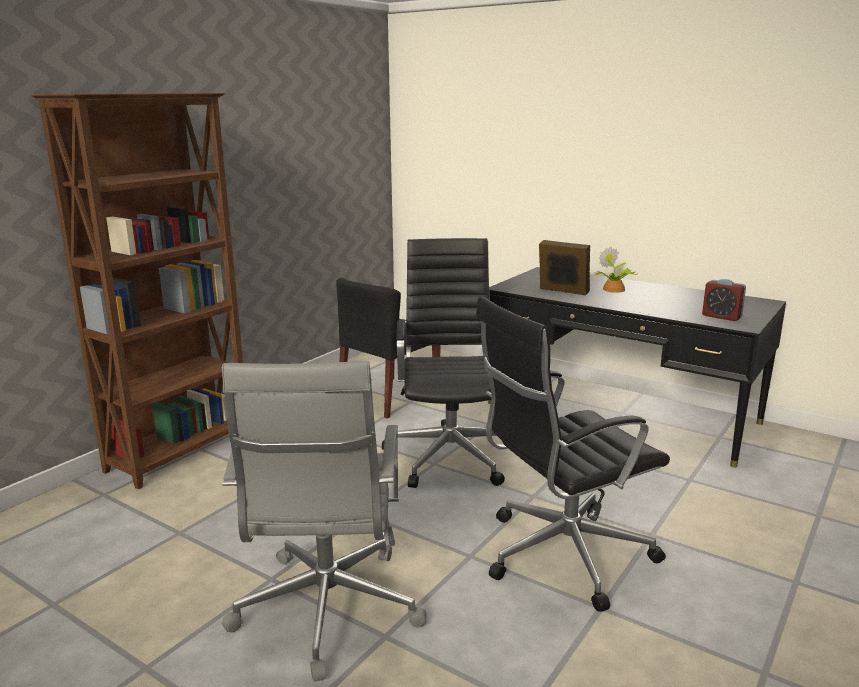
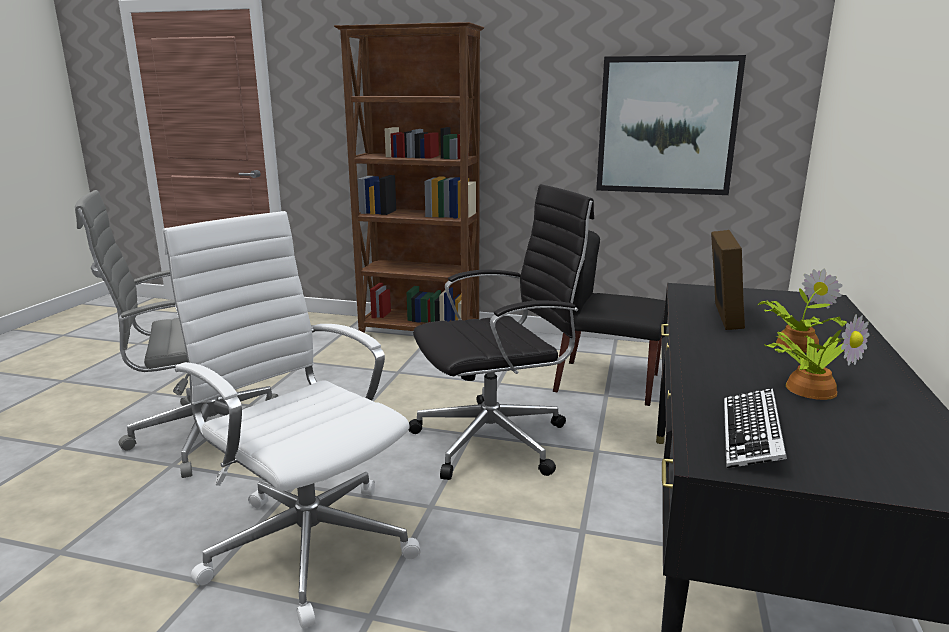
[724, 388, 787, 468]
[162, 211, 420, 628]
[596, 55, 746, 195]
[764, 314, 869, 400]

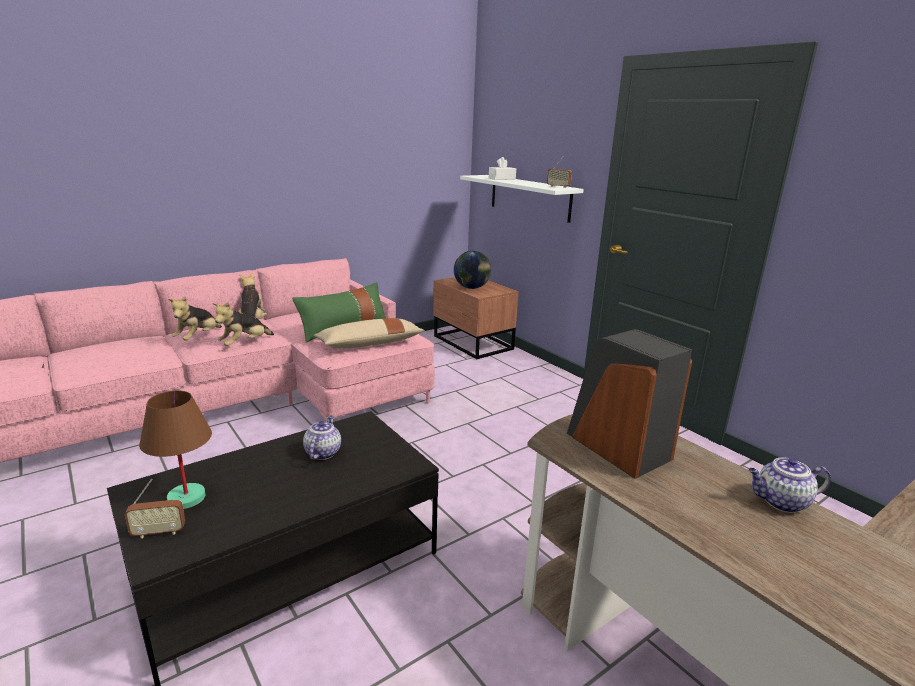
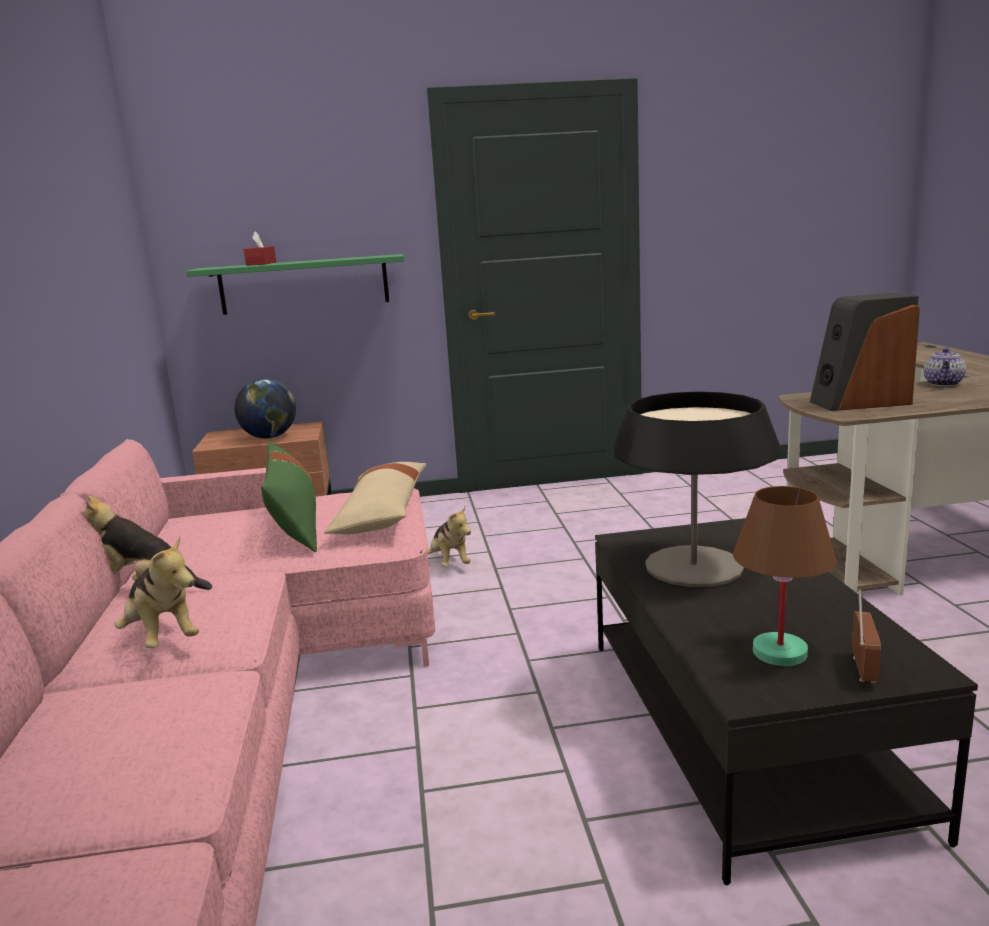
[244, 231, 276, 266]
[547, 157, 572, 188] (first image)
[186, 254, 404, 315]
[427, 506, 471, 567]
[613, 391, 781, 587]

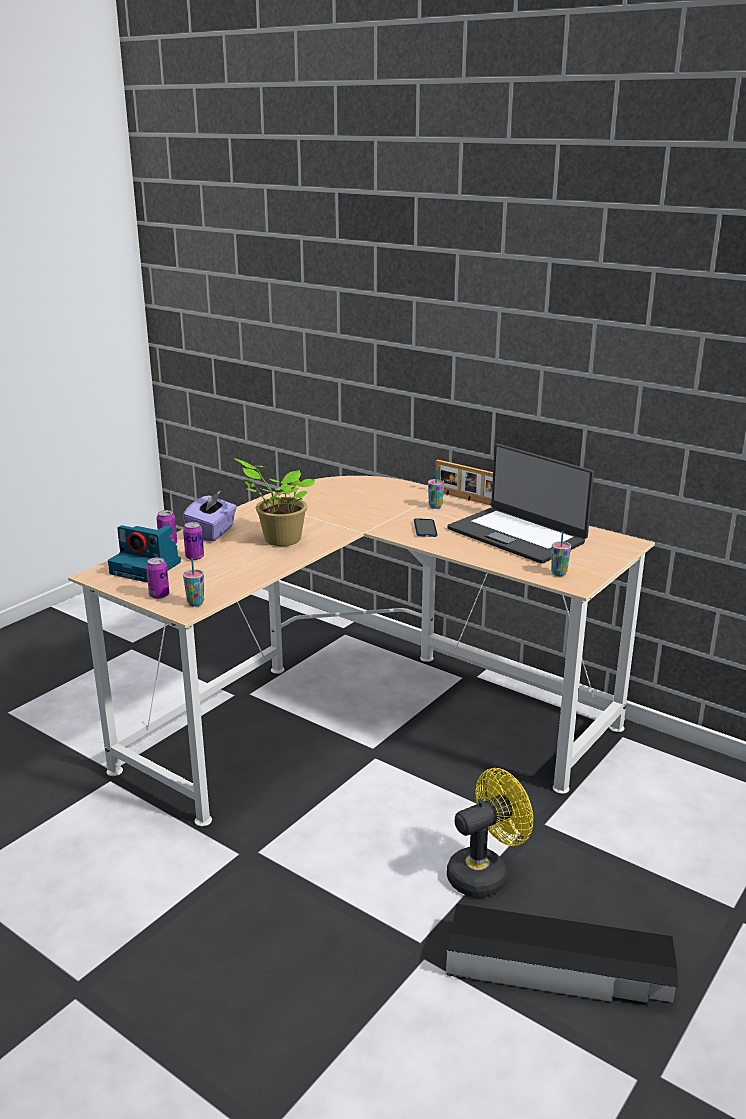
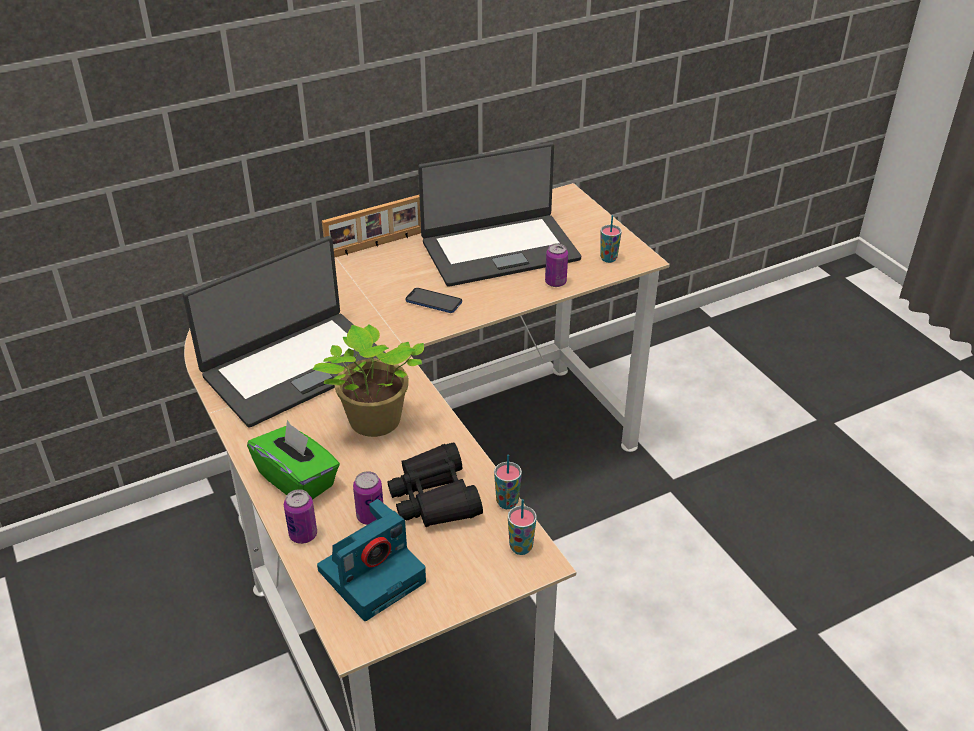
[494, 454, 522, 509]
[247, 420, 340, 500]
[545, 243, 568, 287]
[447, 768, 533, 897] (first image)
[446, 904, 678, 1003] (first image)
[183, 236, 386, 428]
[387, 442, 483, 527]

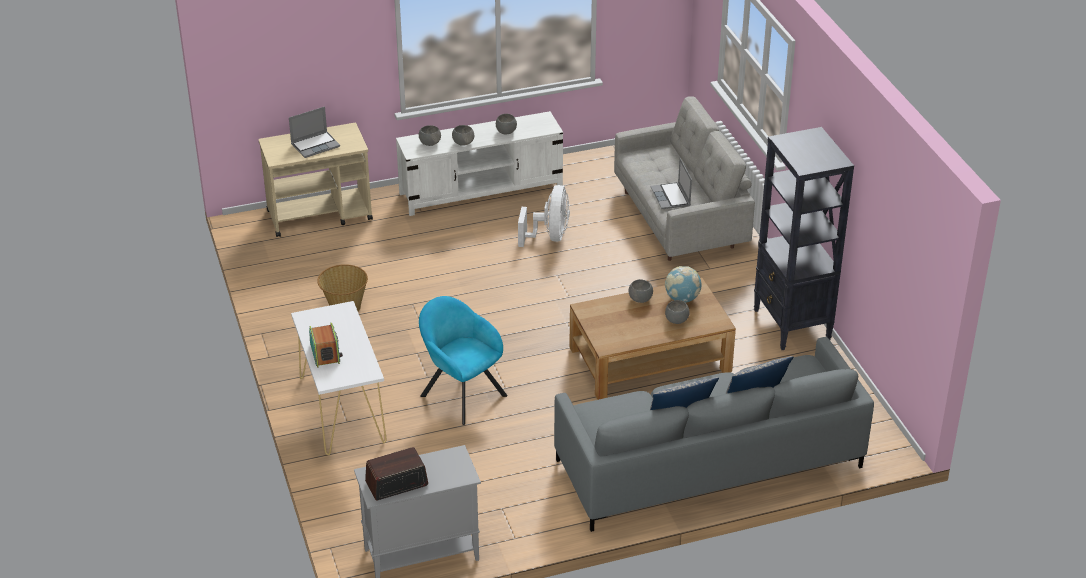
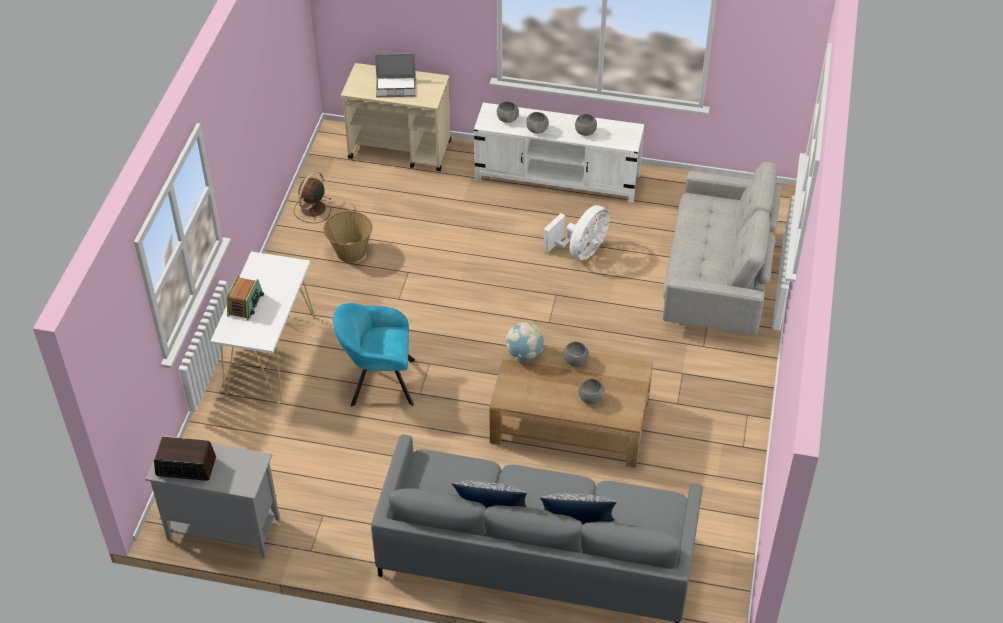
[754, 127, 854, 350] (first image)
[650, 158, 692, 209] (first image)
[506, 322, 544, 360]
[333, 303, 415, 406]
[294, 171, 331, 223]

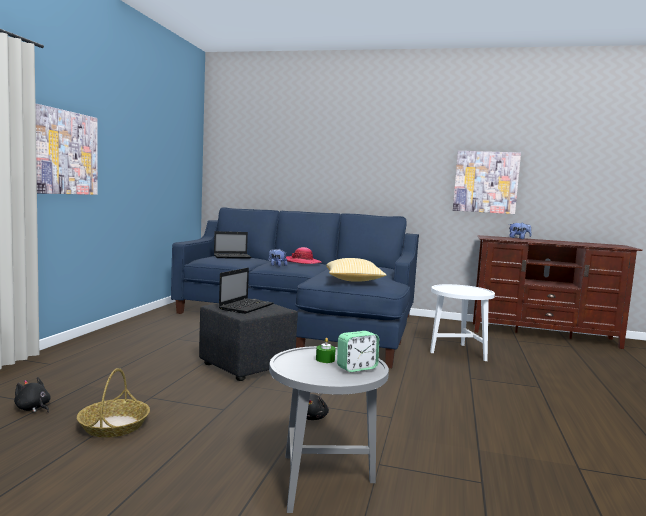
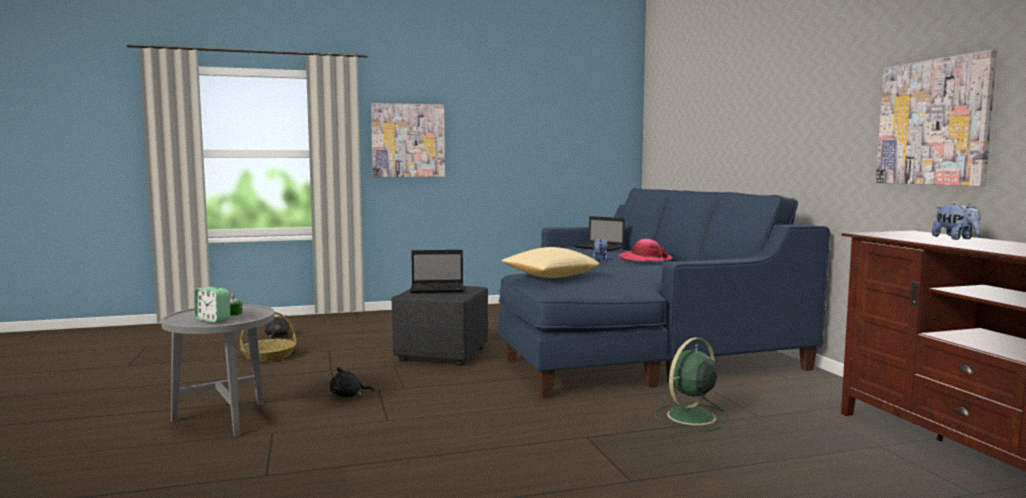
[655, 337, 725, 431]

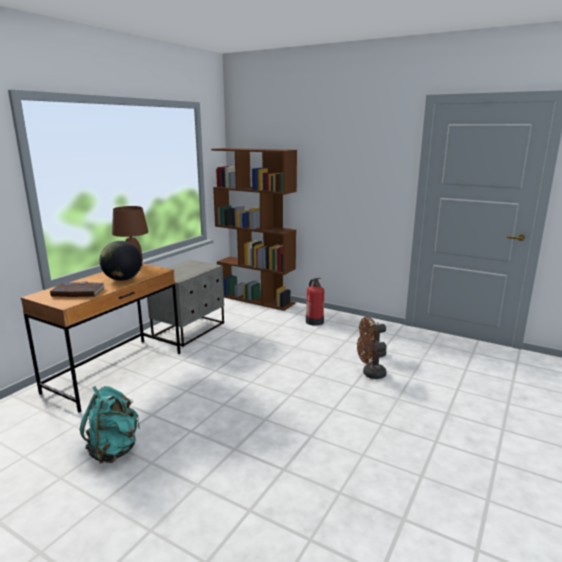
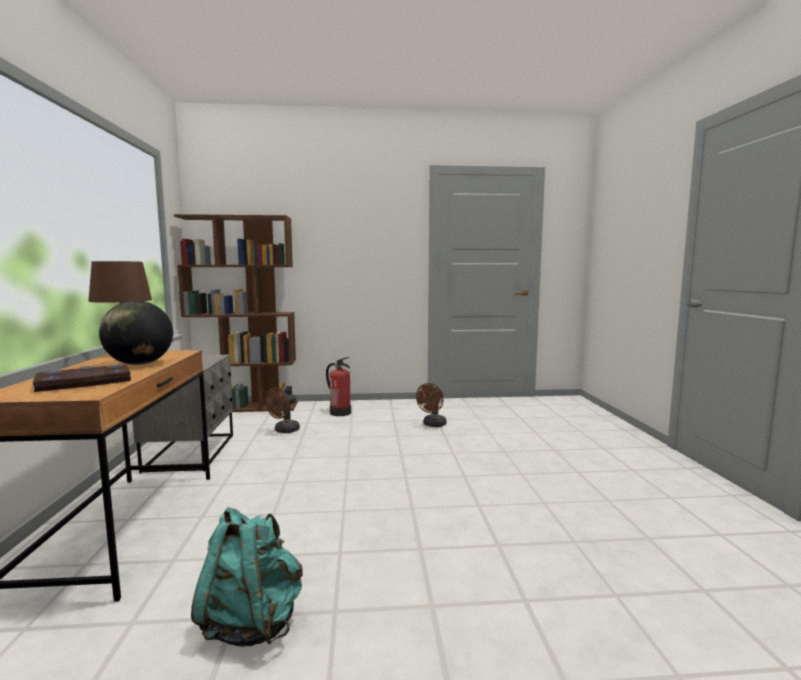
[265, 387, 300, 433]

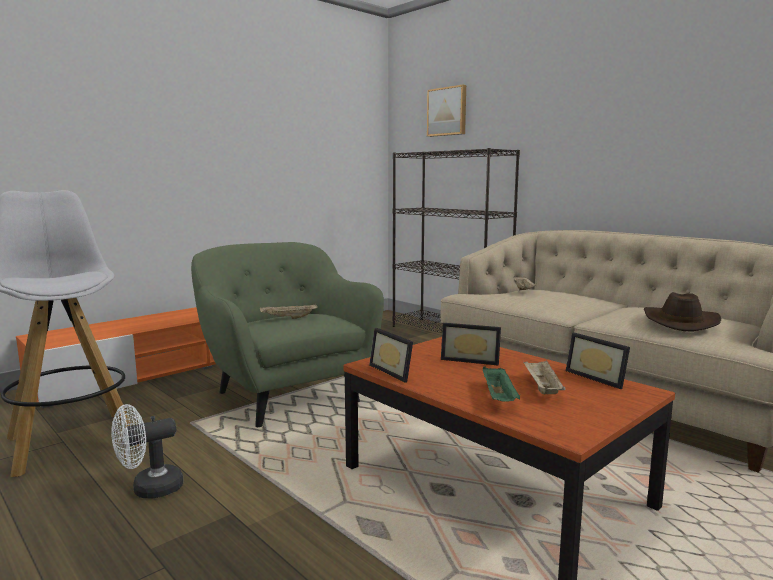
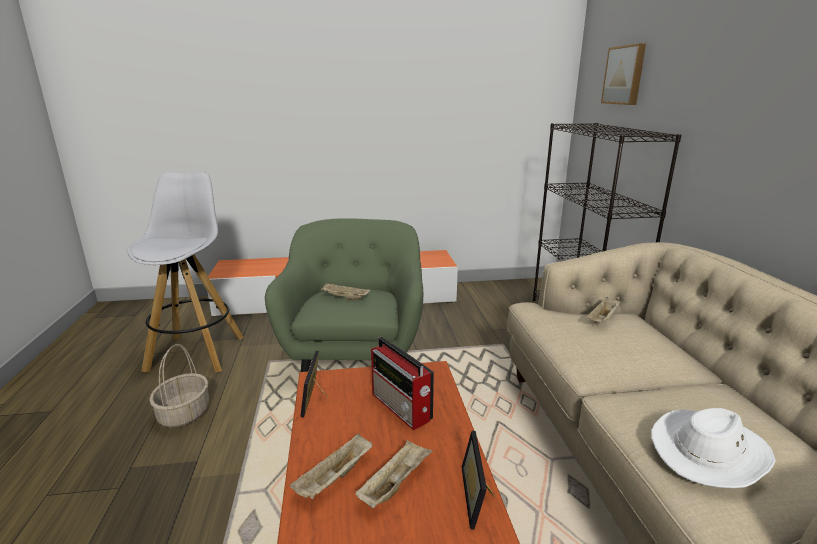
[651, 408, 776, 488]
[371, 337, 434, 430]
[290, 434, 373, 499]
[149, 344, 209, 428]

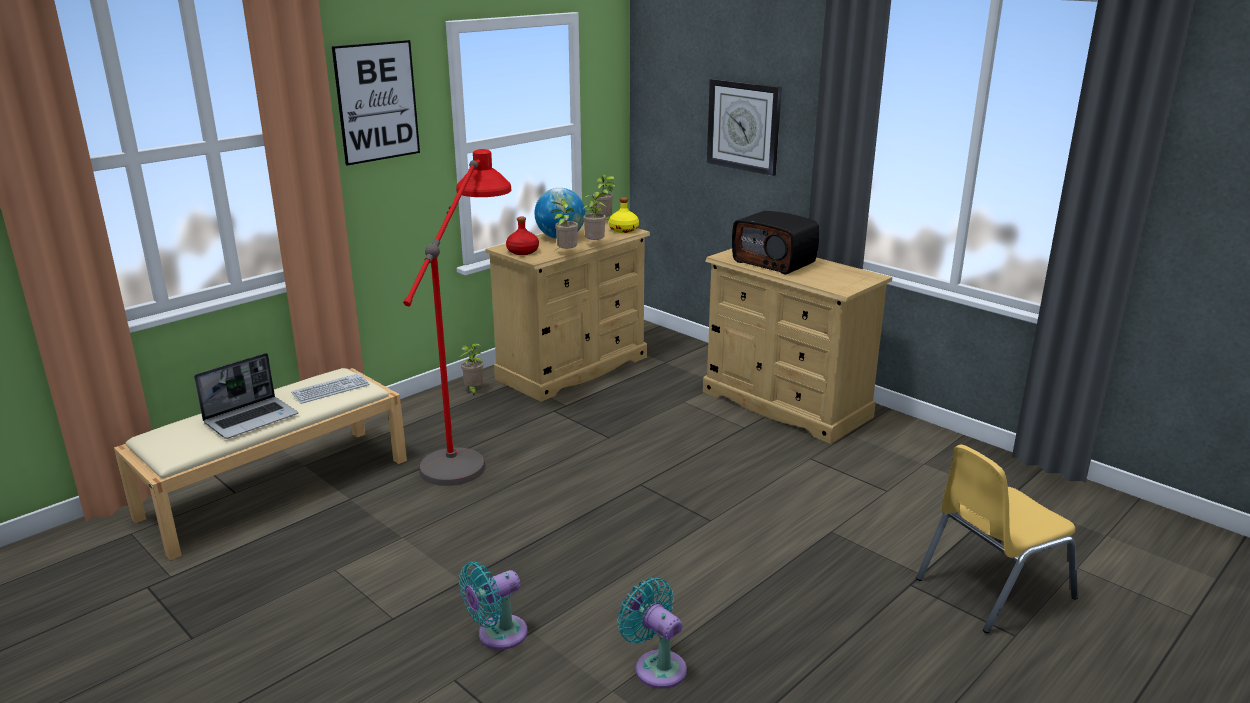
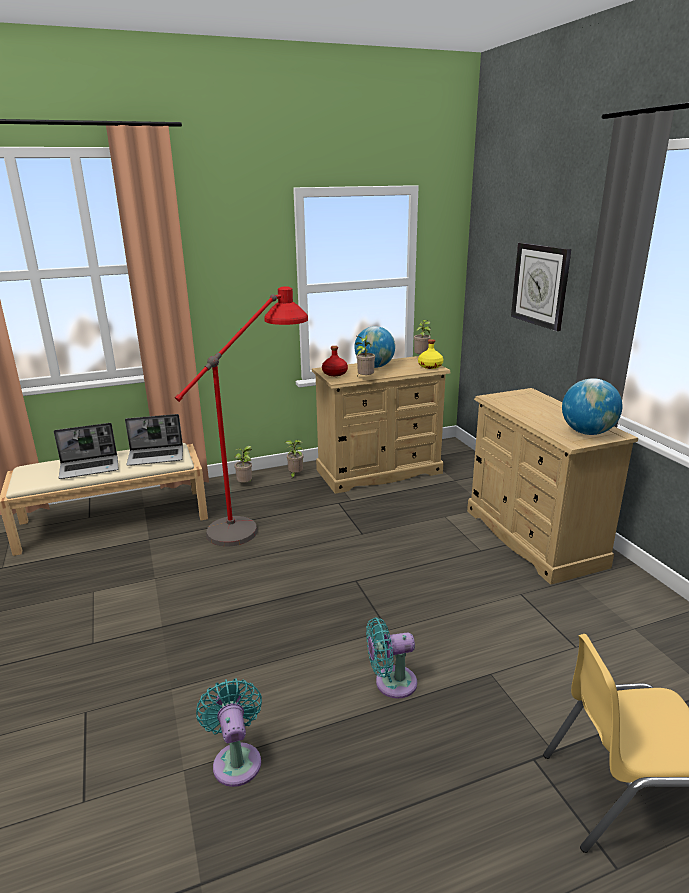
[332, 40, 420, 165] (first image)
[234, 446, 253, 482]
[732, 211, 819, 275] (first image)
[125, 414, 183, 466]
[366, 617, 417, 699]
[562, 378, 622, 435]

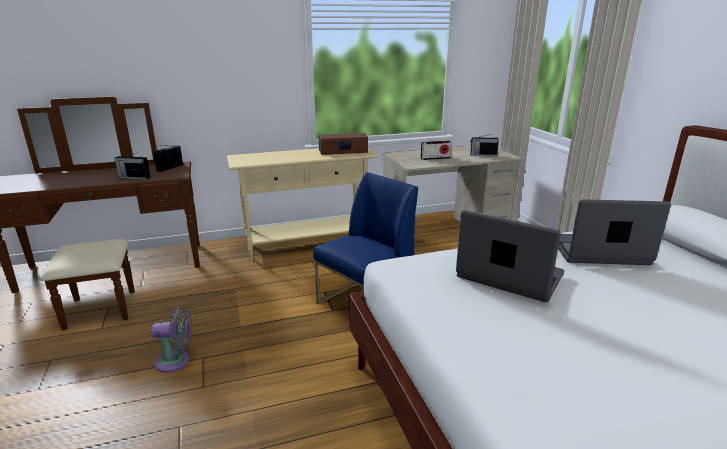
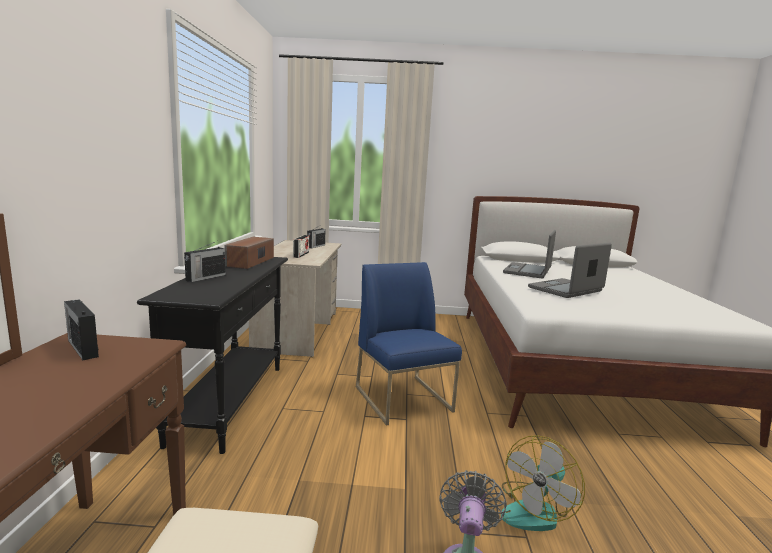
[137, 257, 288, 454]
[184, 242, 226, 282]
[501, 435, 585, 531]

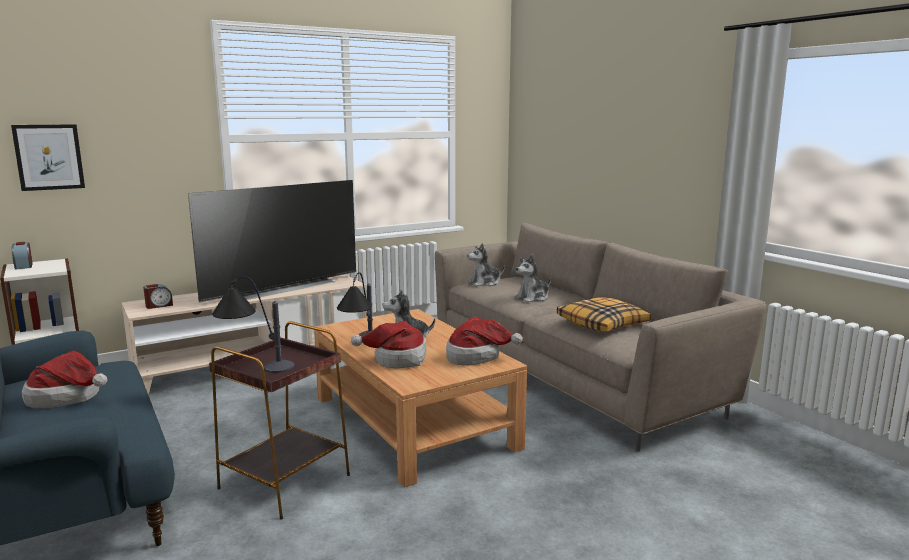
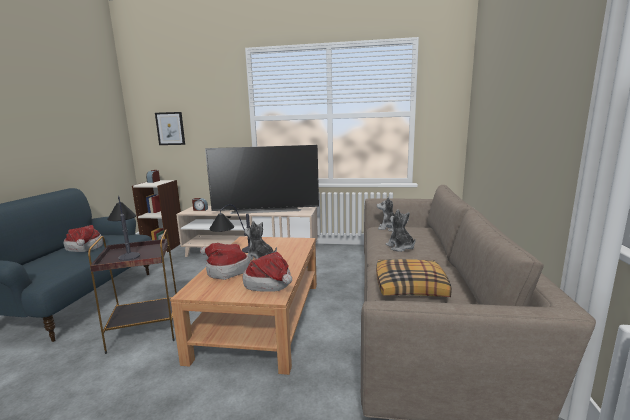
[386, 209, 416, 252]

